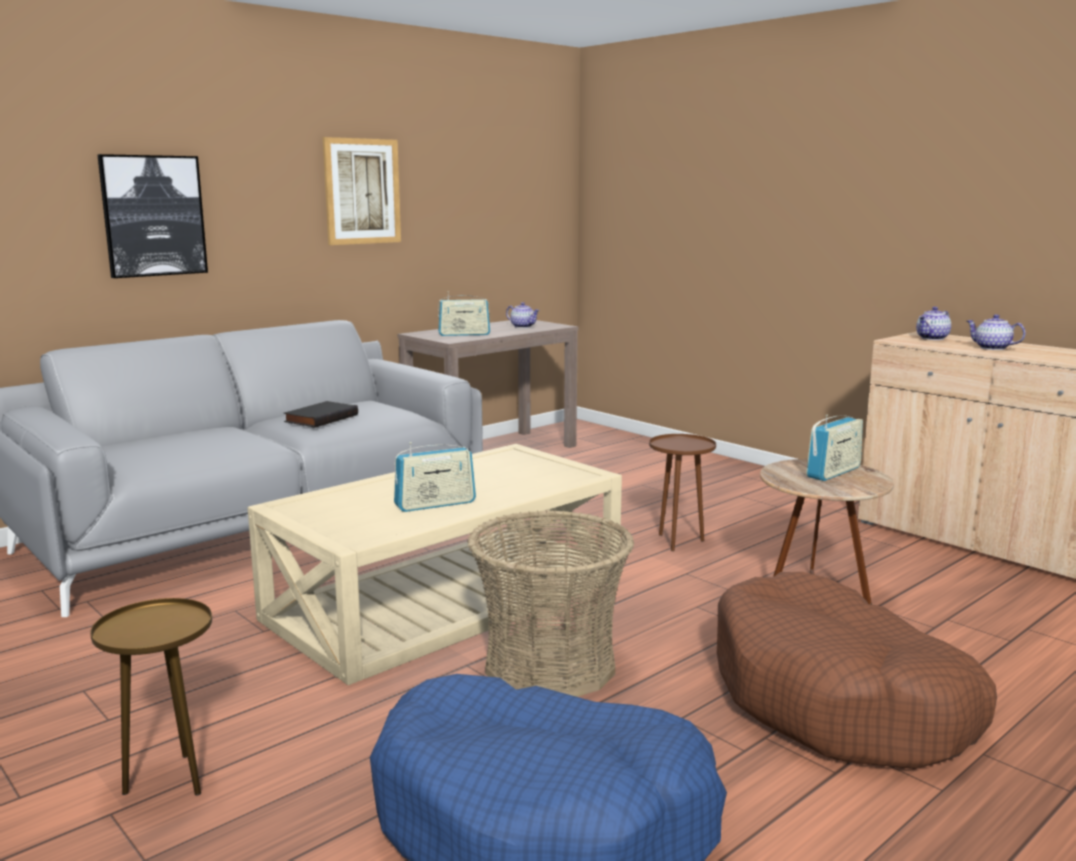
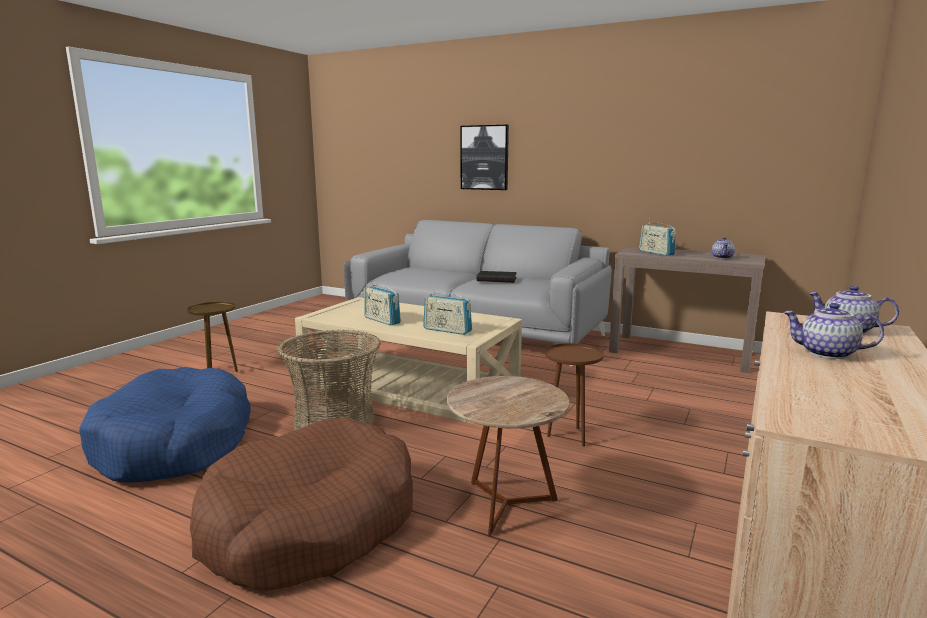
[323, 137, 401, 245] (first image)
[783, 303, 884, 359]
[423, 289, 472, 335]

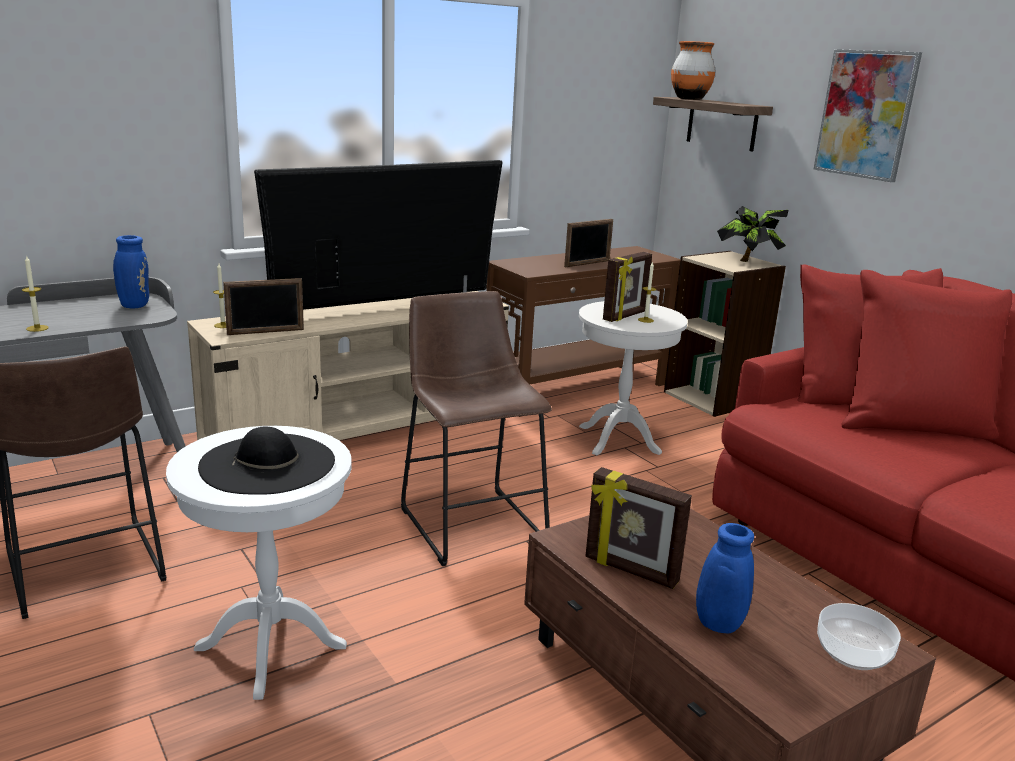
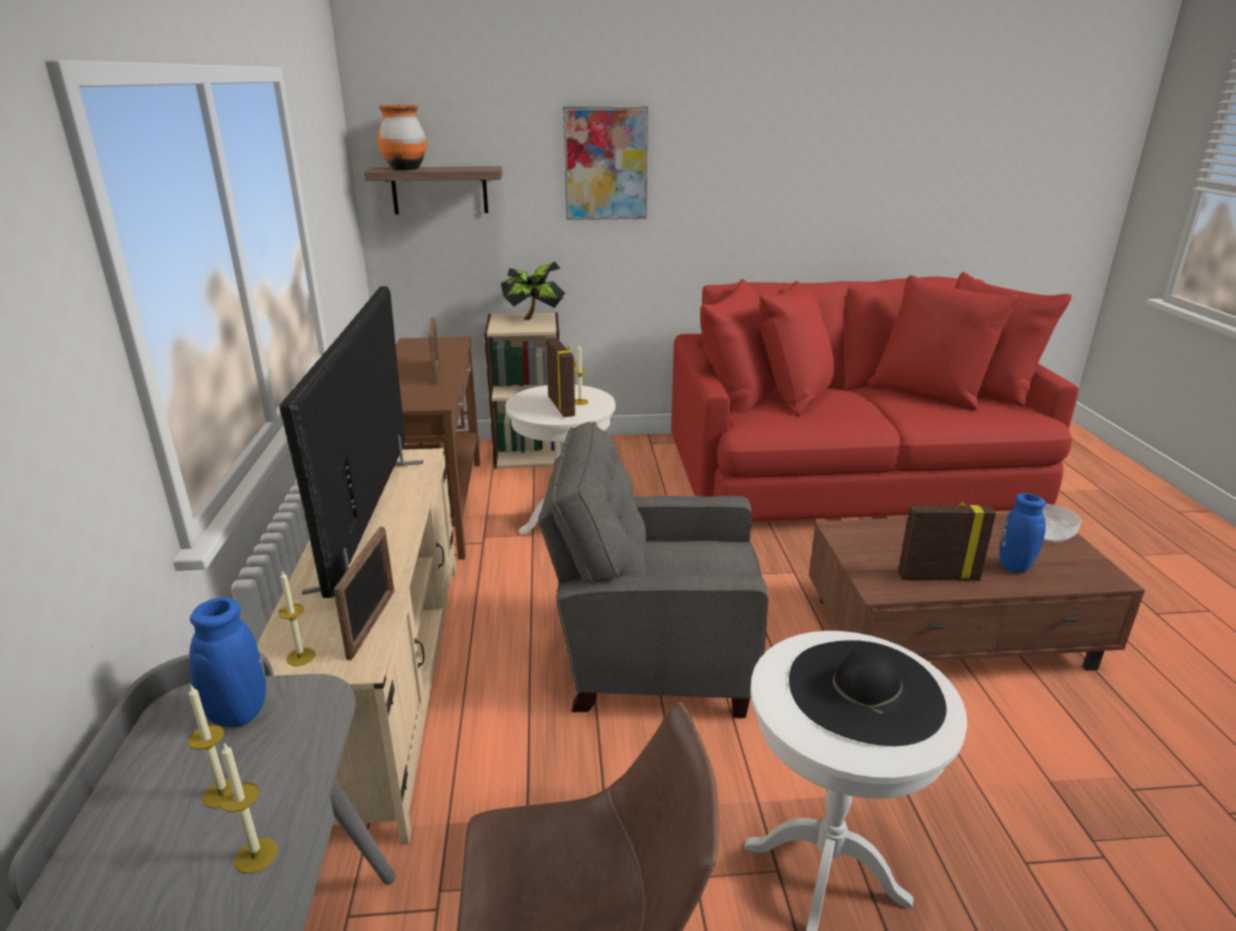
[538, 421, 768, 718]
[898, 502, 996, 581]
[188, 684, 242, 808]

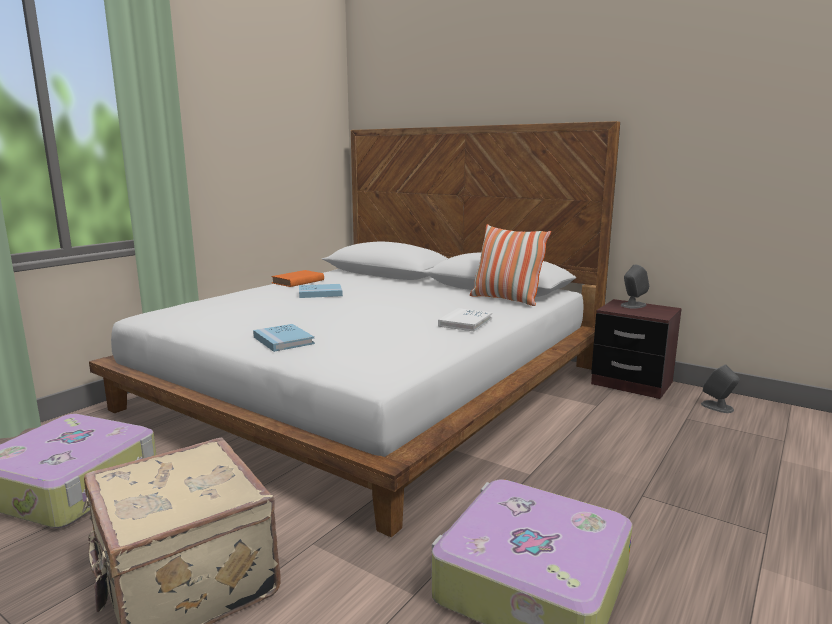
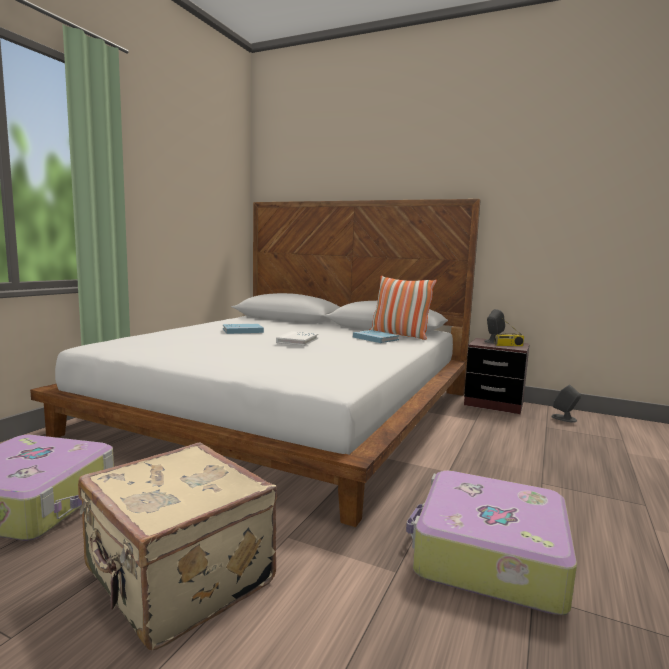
[272, 270, 324, 287] (first image)
[276, 331, 318, 346]
[353, 330, 399, 343]
[495, 318, 524, 346]

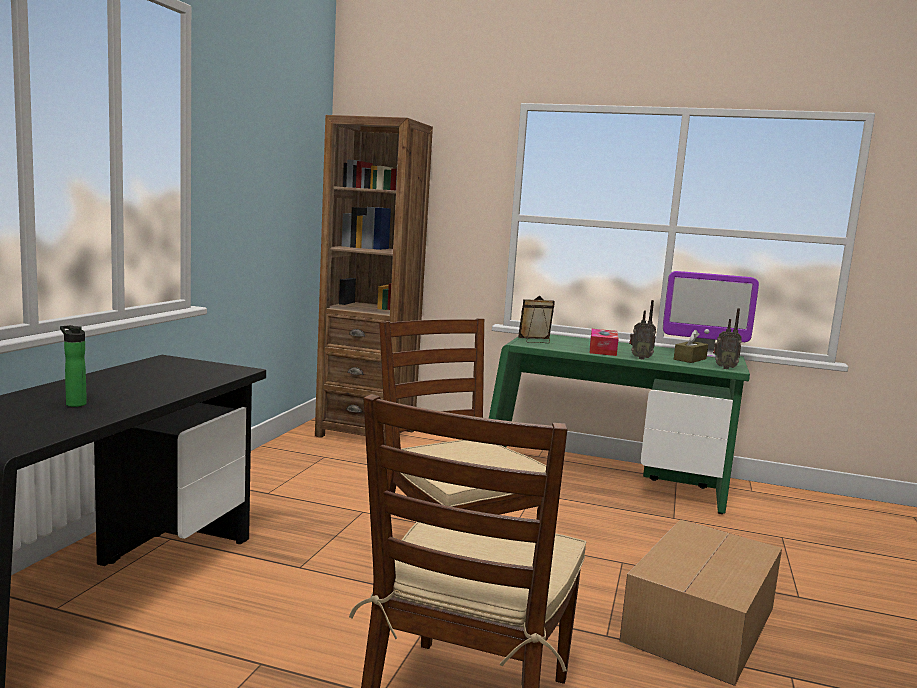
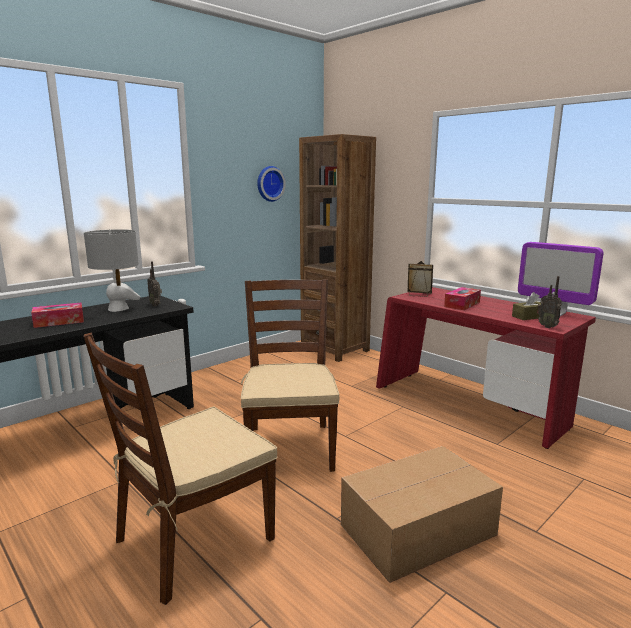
[147, 261, 162, 306]
[31, 302, 84, 328]
[376, 287, 596, 449]
[257, 166, 286, 202]
[84, 229, 140, 312]

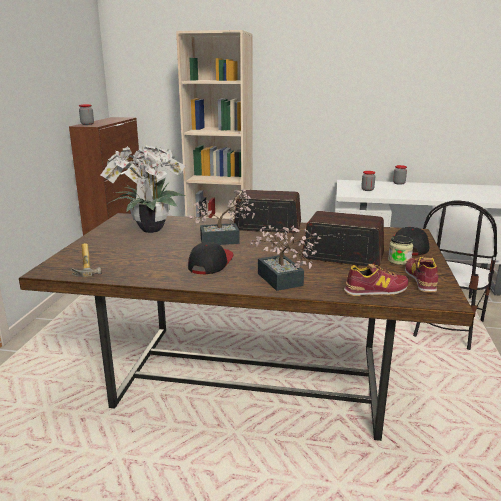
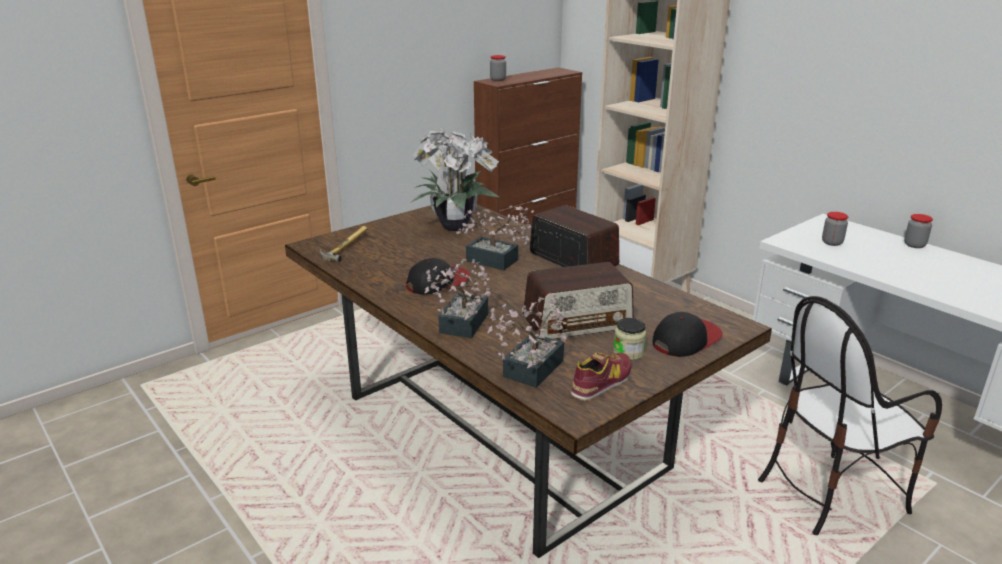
[523, 262, 634, 339]
[487, 298, 567, 388]

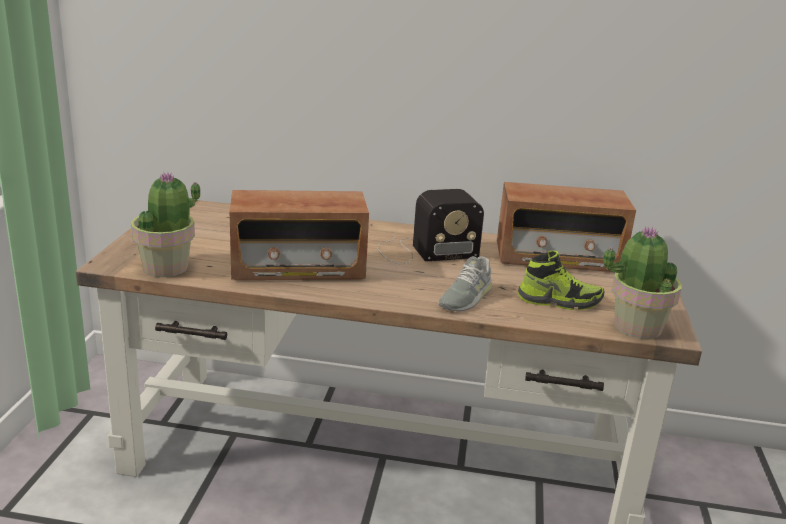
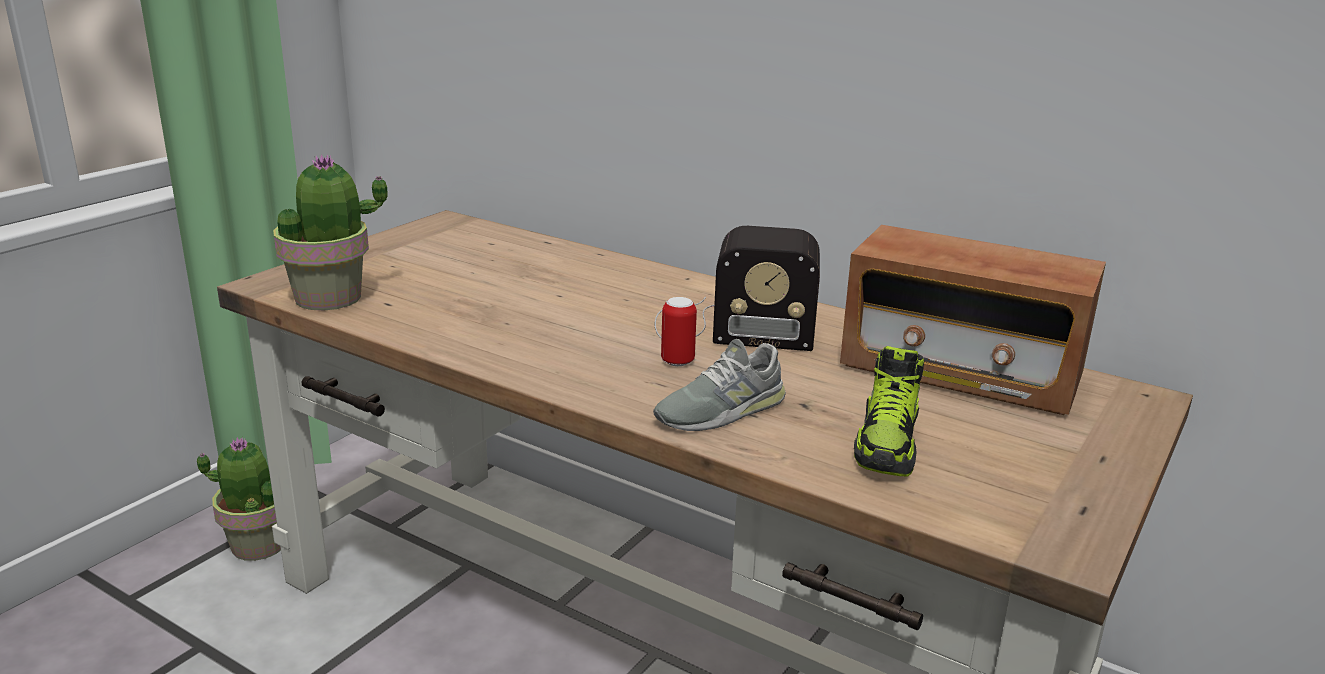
[230, 190, 369, 280] (first image)
[197, 437, 281, 561]
[854, 346, 924, 476]
[661, 297, 697, 366]

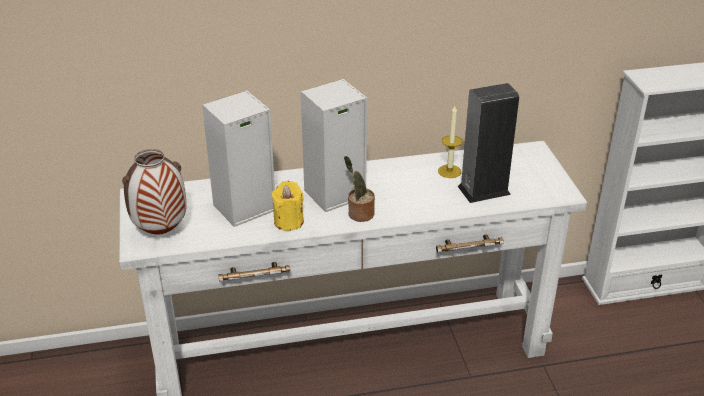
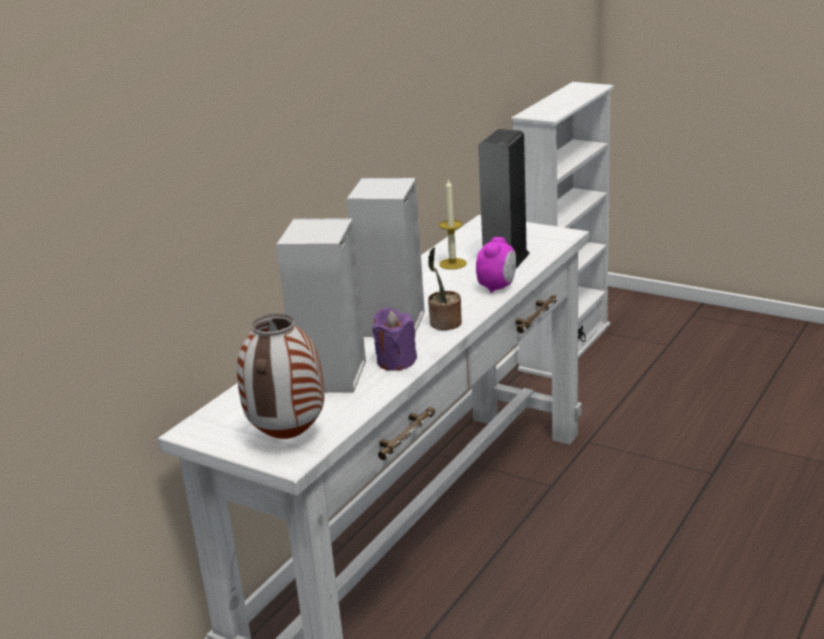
[372, 307, 417, 371]
[476, 237, 516, 293]

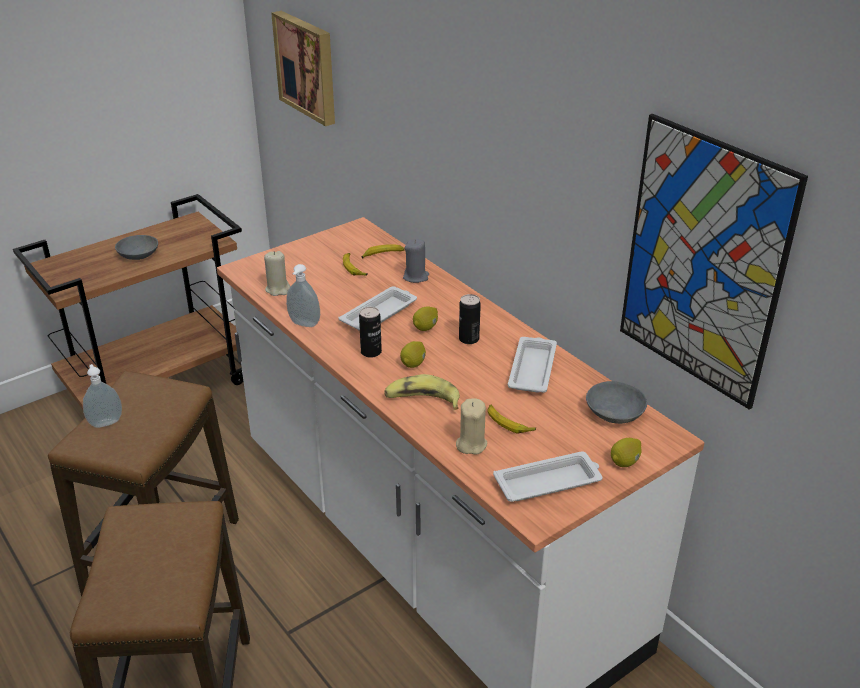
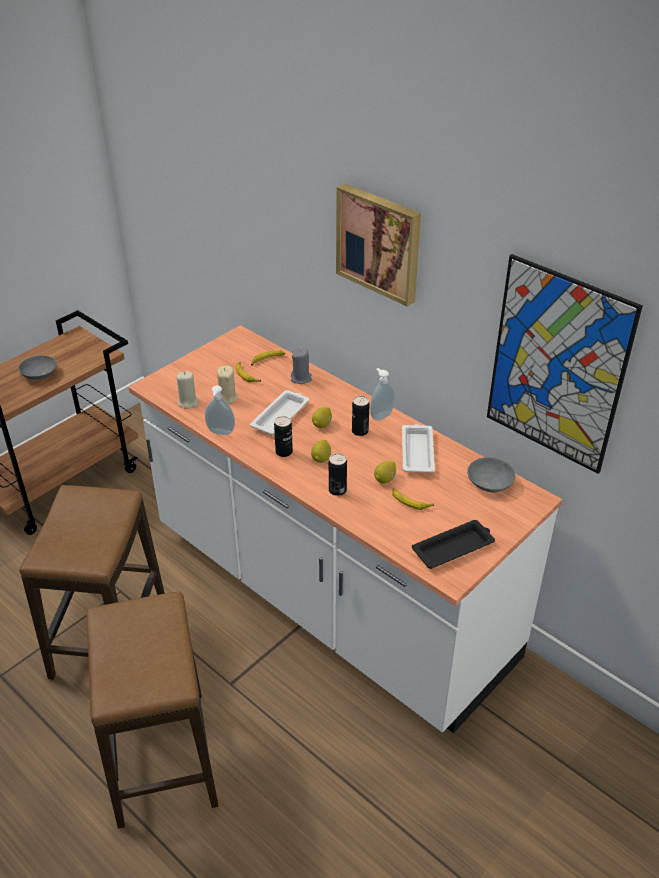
[336, 184, 421, 307]
[370, 368, 395, 421]
[329, 453, 347, 496]
[217, 366, 238, 404]
[374, 461, 396, 483]
[412, 520, 495, 569]

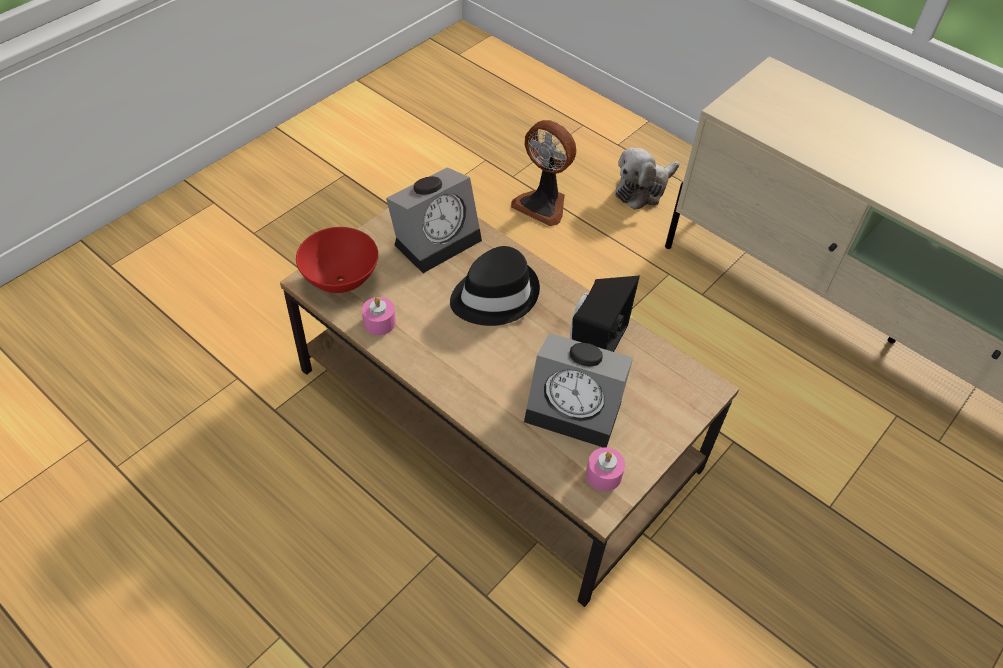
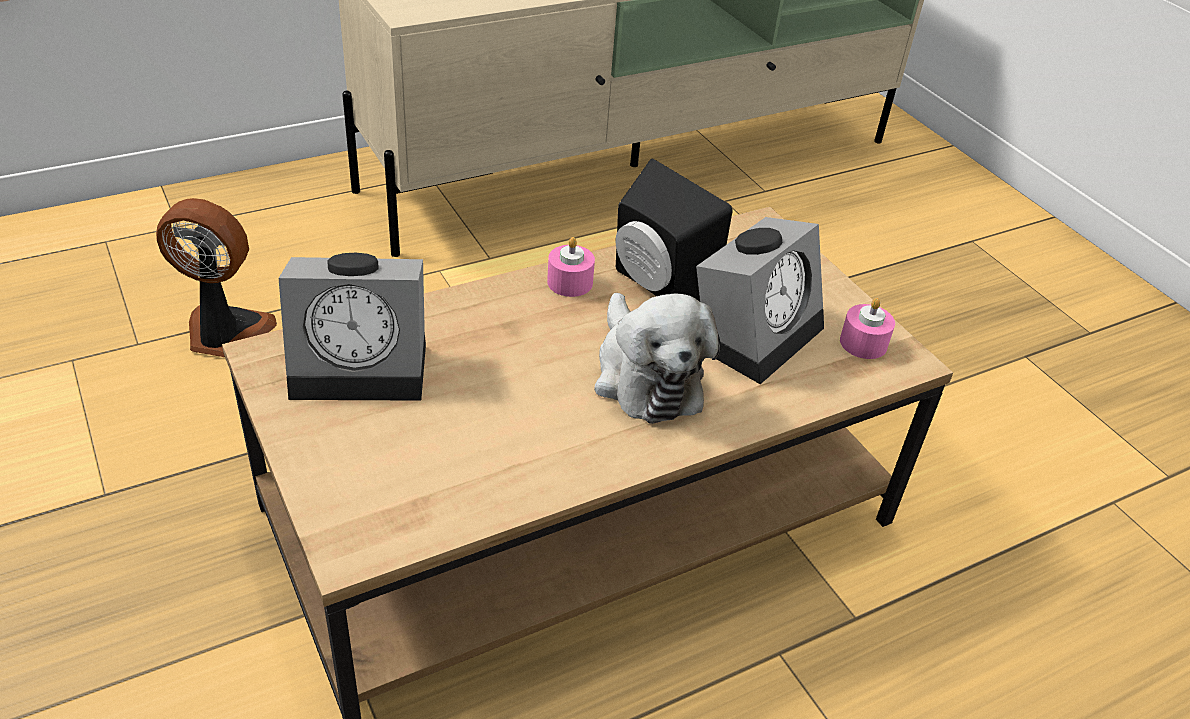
[156, 198, 277, 357]
[594, 293, 721, 424]
[279, 253, 426, 401]
[296, 227, 378, 293] (first image)
[450, 246, 540, 326] (first image)
[547, 237, 595, 297]

